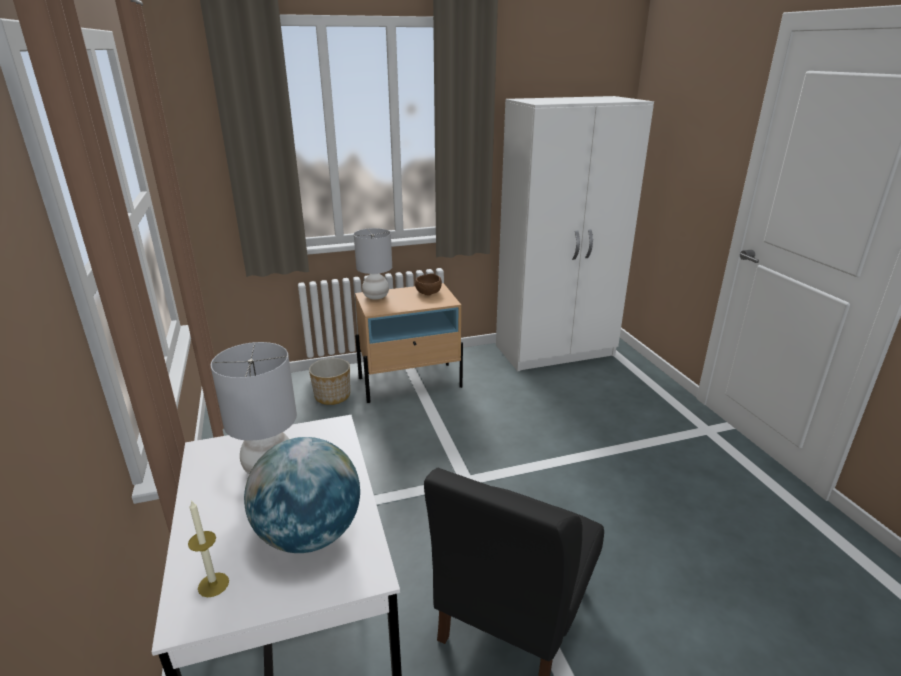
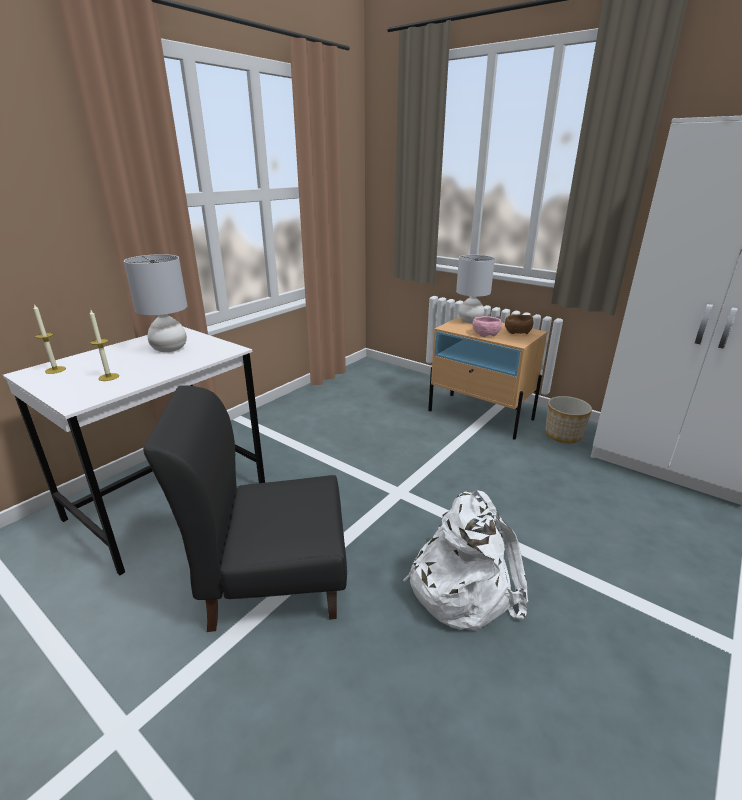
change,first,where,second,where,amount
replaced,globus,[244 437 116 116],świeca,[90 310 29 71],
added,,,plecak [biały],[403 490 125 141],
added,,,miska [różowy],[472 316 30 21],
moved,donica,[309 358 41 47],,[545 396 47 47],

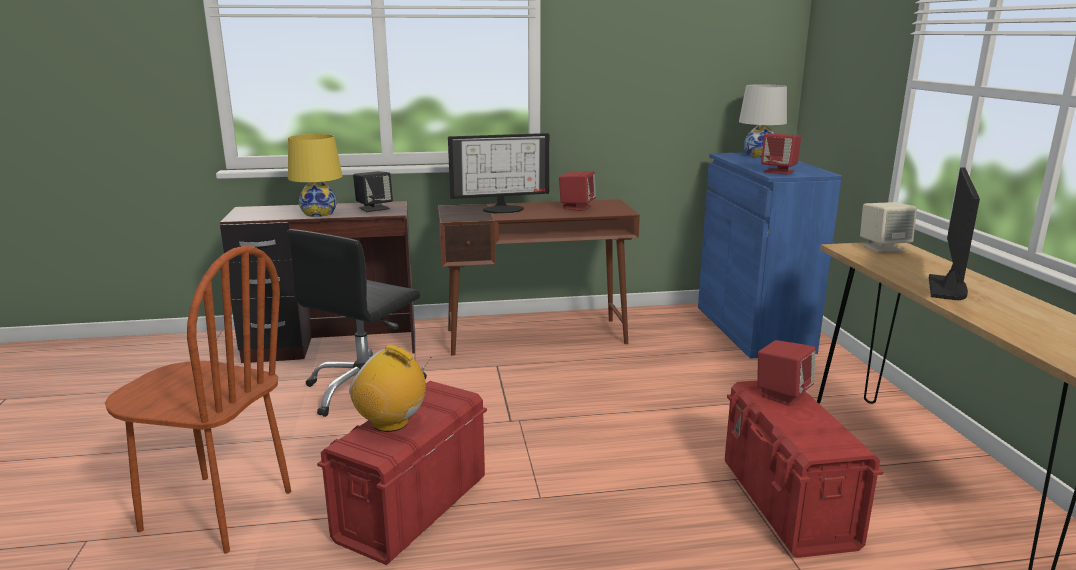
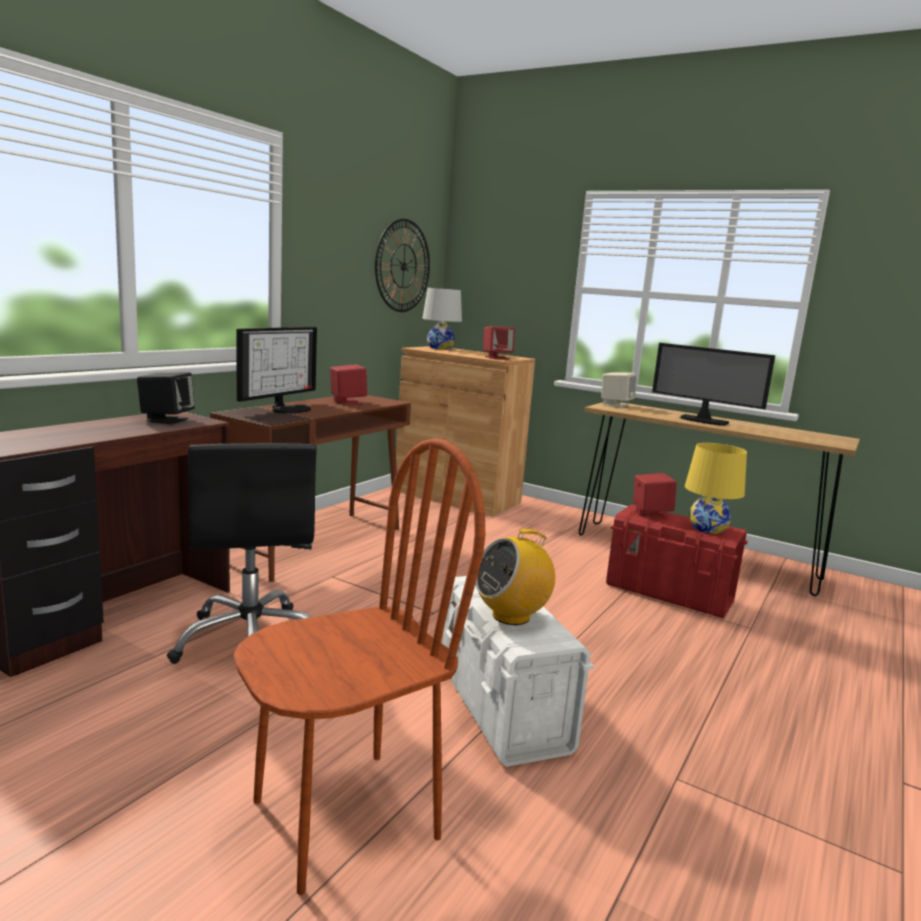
change,first,where,second,where,amount
added,,,zegar ścienny,[375 219 55 93],
recoloured,szafka [niebieski],[698 152 144 207],szafka [brązowy],[396 346 139 170],
recoloured,pojemnik do przechowywania [czerwony],[317 381 170 184],pojemnik do przechowywania [biały],[443 576 151 191],
turned,monitor,[929 167 51 133],,[652 343 123 83],150 degrees clockwise
moved,lampa stołowa [żółty],[288 134 54 83],,[685 443 62 91],

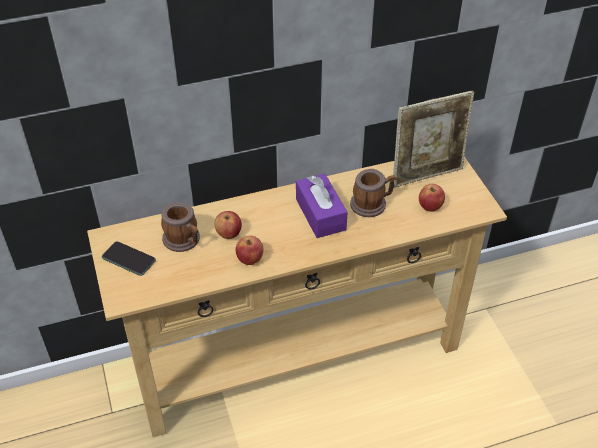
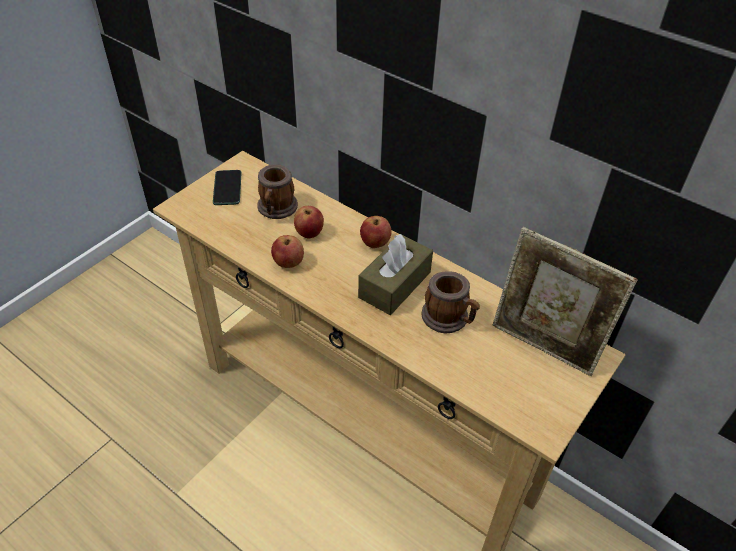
change,first,where,second,where,amount
recoloured,pudełko chusteczek [fioletowy],[296 173 52 65],pudełko chusteczek [brązowy],[358 234 75 81],
moved,jabłko,[419 184 26 28],,[360 216 32 32],

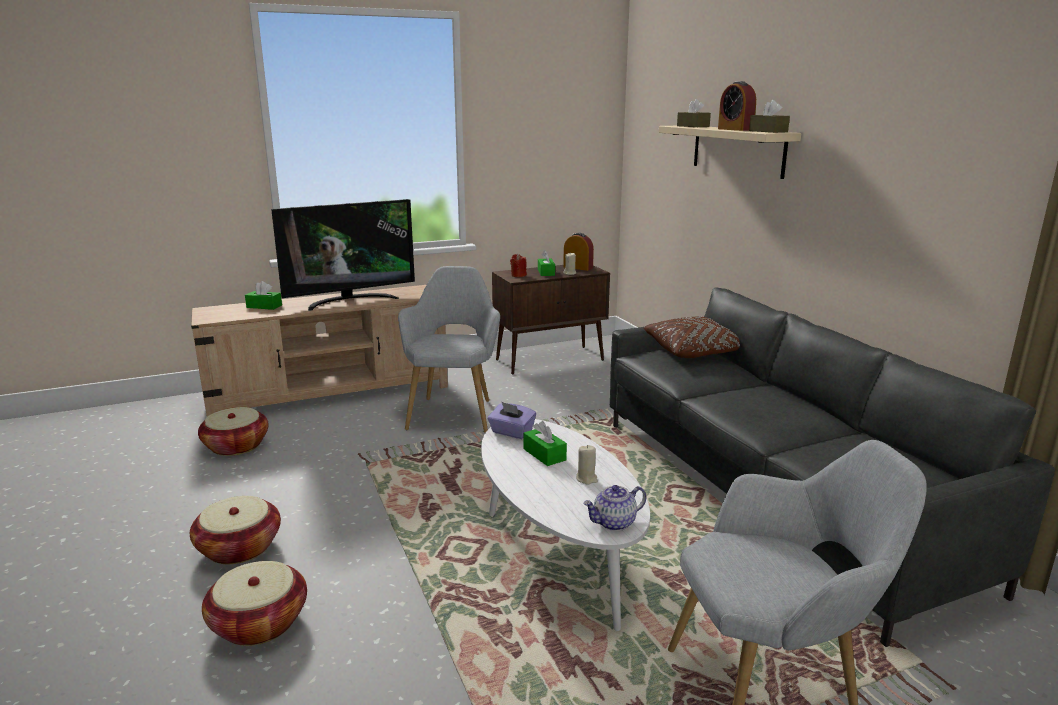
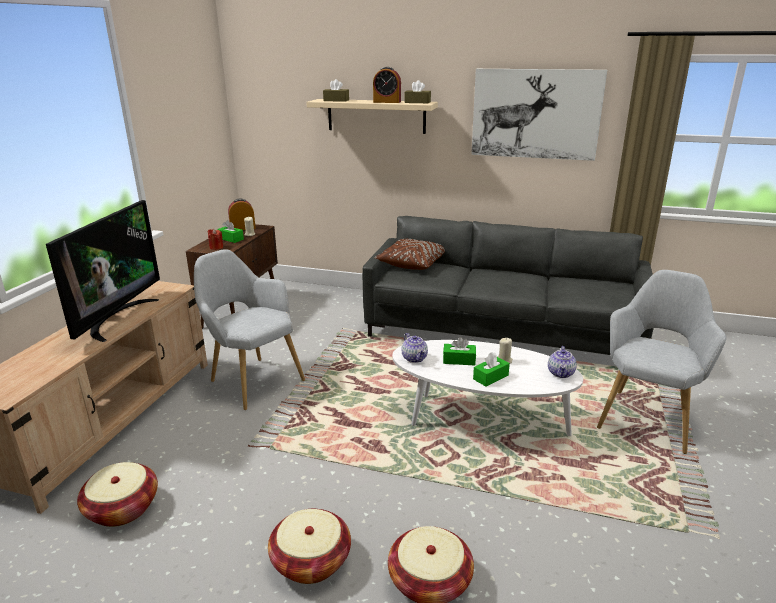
change,first,where,second,where,amount
replaced,pudełko chusteczek [fioletowy],[488 402 48 37],imbryk,[402 333 26 30],
added,,,obraz,[471 69 136 92],
moved,pudełko chusteczek [zielony],[245 281 37 29],,[473 352 37 35],

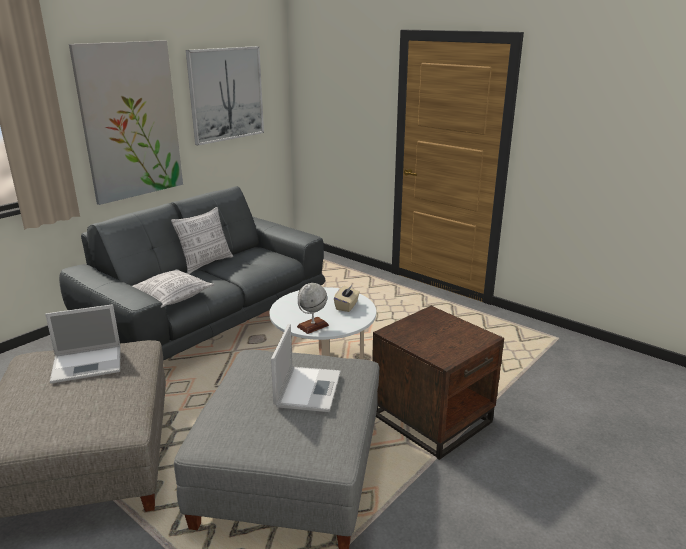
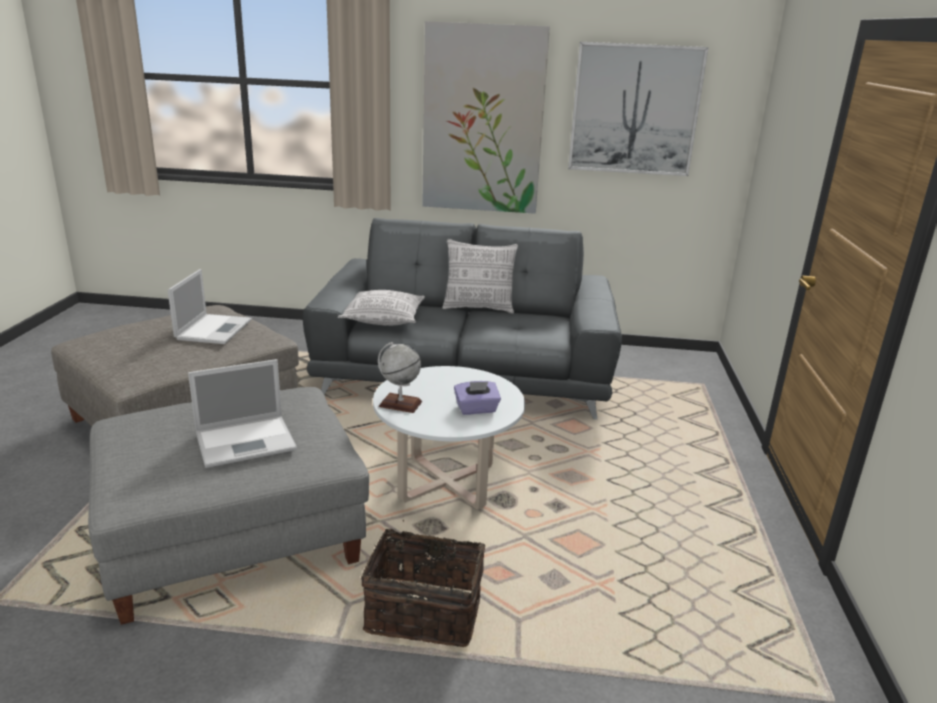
change,first,where,second,where,amount
turned,laptop,[45 304 76 80],,[168 269 84 75],120 degrees counterclockwise
replaced,stolik [brązowy],[372 306 132 154],koszyk,[361 520 124 127],
recoloured,pudełko chusteczek [beżowy],[334 284 26 28],pudełko chusteczek [fioletowy],[454 381 47 34],

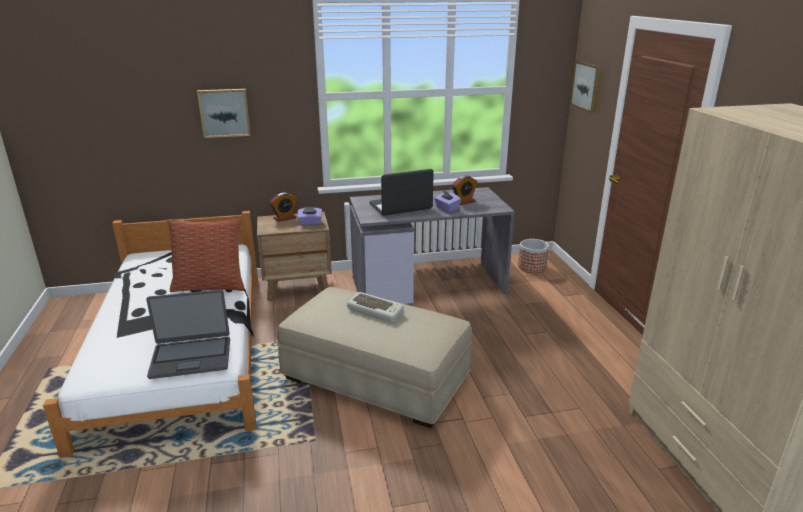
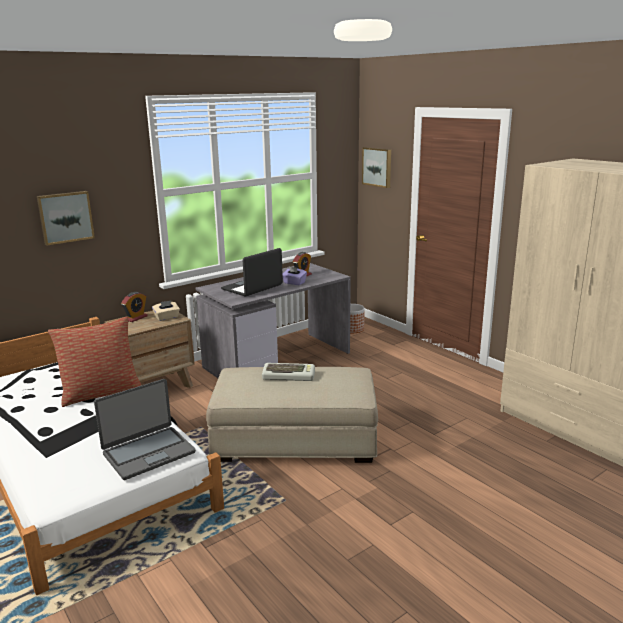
change,first,where,second,where,amount
recoloured,pudełko chusteczek [fioletowy],[298 207 24 19],pudełko chusteczek [beżowy],[152 300 28 21],

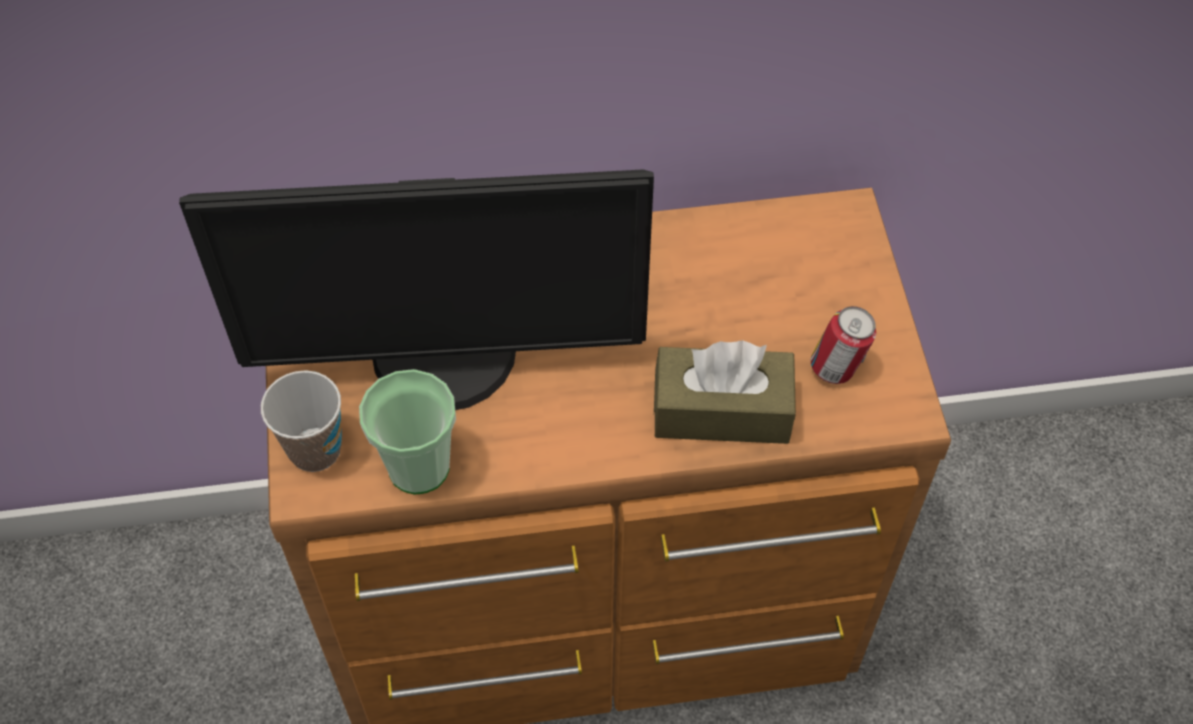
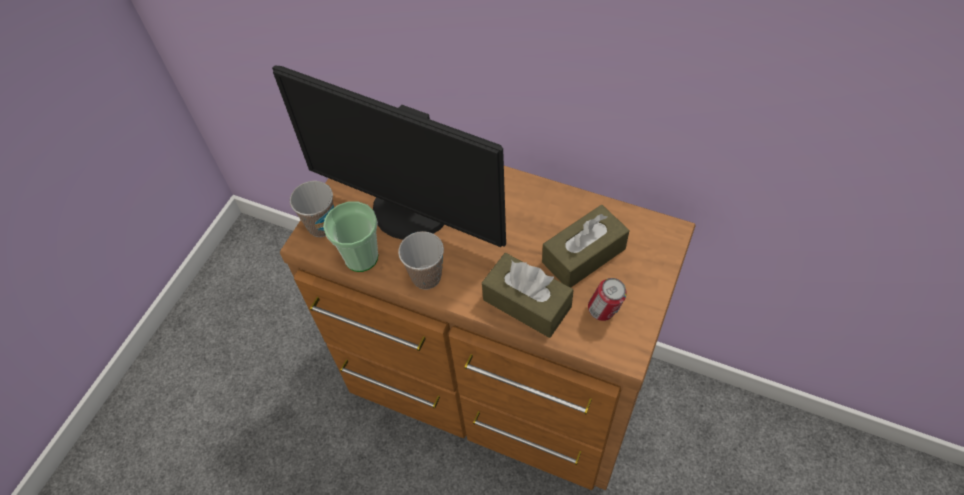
change,first,where,second,where,amount
added,,,filiżanka,[398 231 46 59],
added,,,pudełko chusteczek [brązowy],[542 205 87 83],

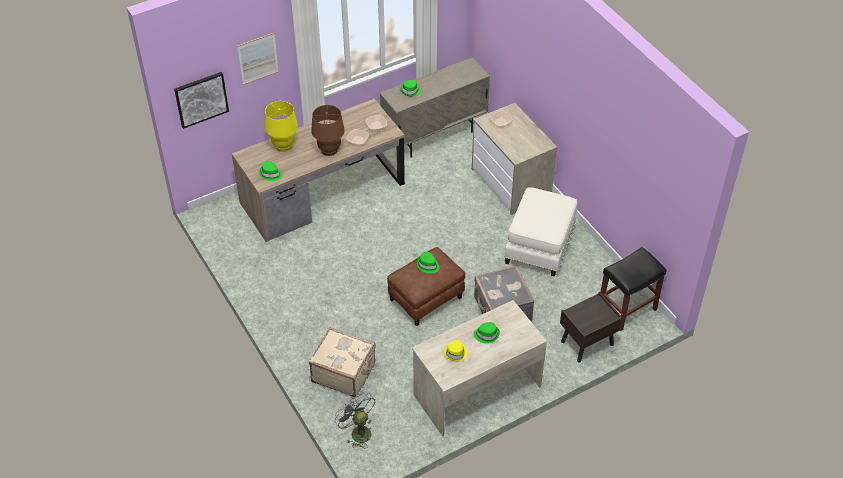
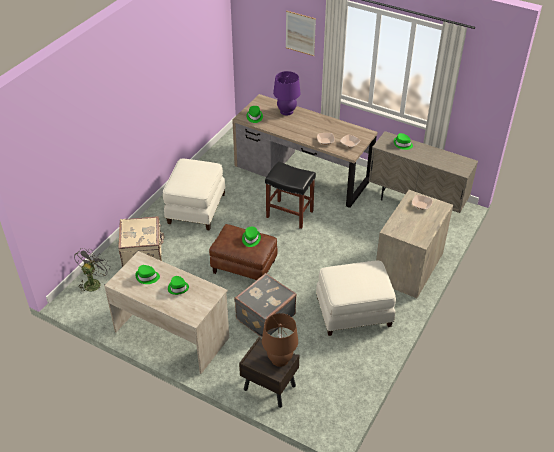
change,first,where,second,where,amount
recoloured,kapelusz [żółty],[443 340 24 21],kapelusz [zielony],[135 265 25 19],
added,,,pufa [biały],[163 159 63 71],
moved,lampa stołowa [brązowy],[311 105 34 51],,[262 313 36 54],
moved,stołek [czarny],[600 247 66 84],,[265 161 51 68],
recoloured,lampa stołowa [żółty],[265 101 33 51],lampa stołowa [fioletowy],[273 71 28 44],
removed,obraz,[174 72 55 57],,,

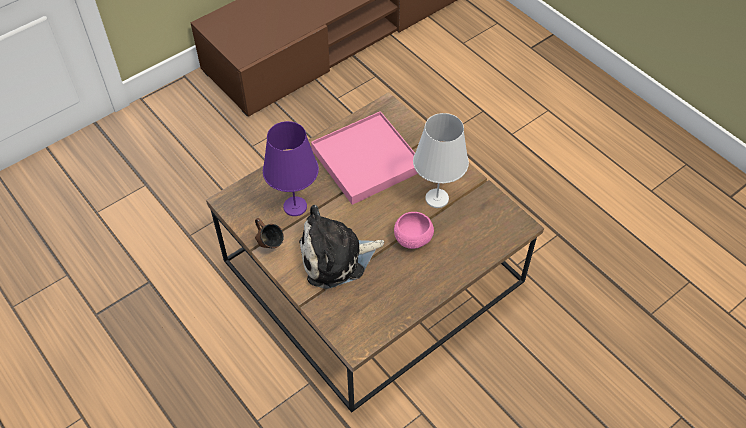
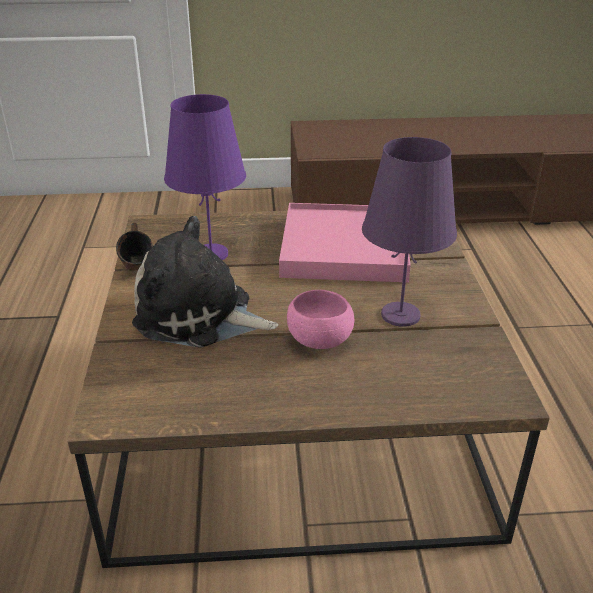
change,first,where,second,where,amount
recoloured,lampa stołowa [biały],[413 113 56 95],lampa stołowa [fioletowy],[362 137 95 190],

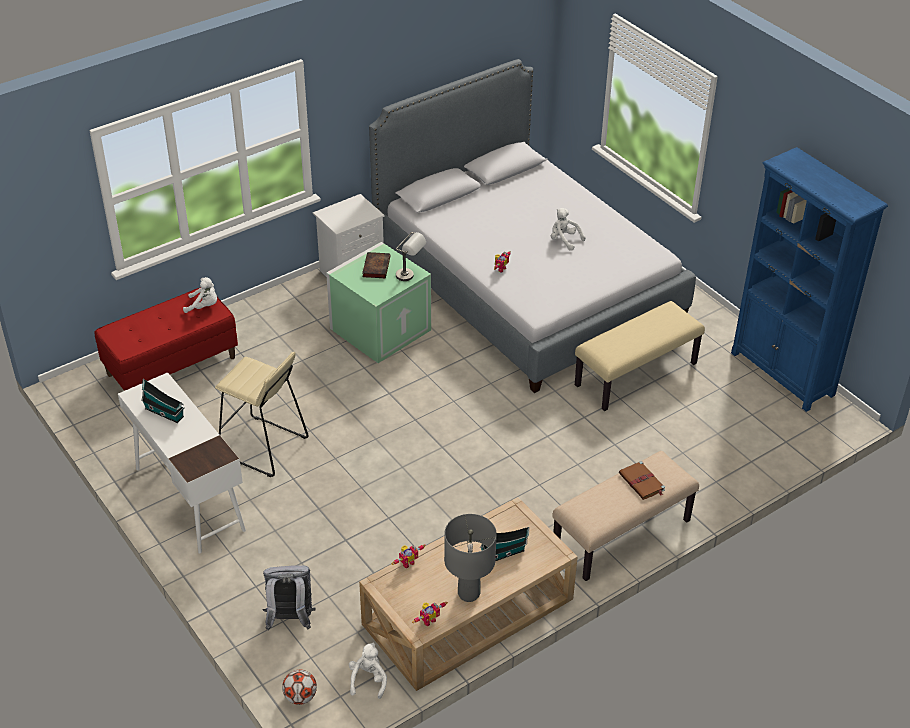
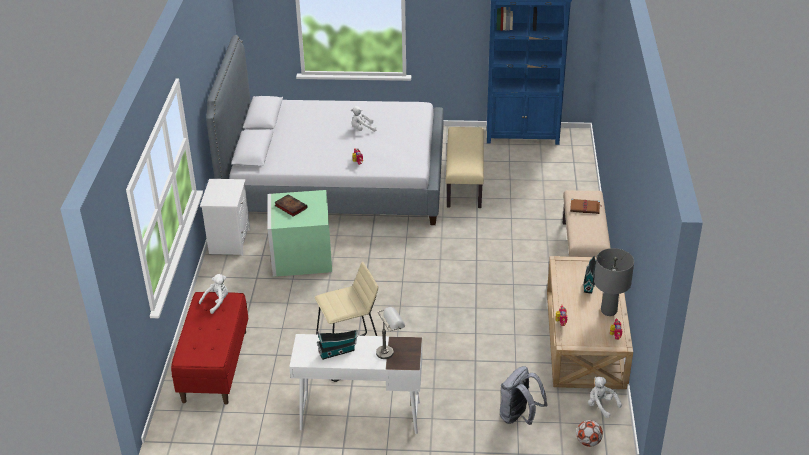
change,first,where,second,where,amount
moved,lampa stołowa [szary],[396 232 30 49],,[376 307 29 52],

